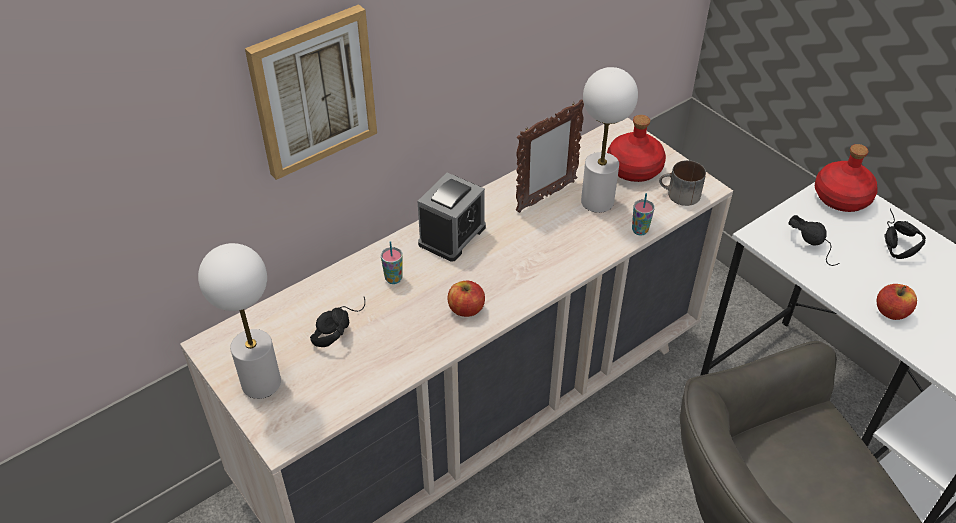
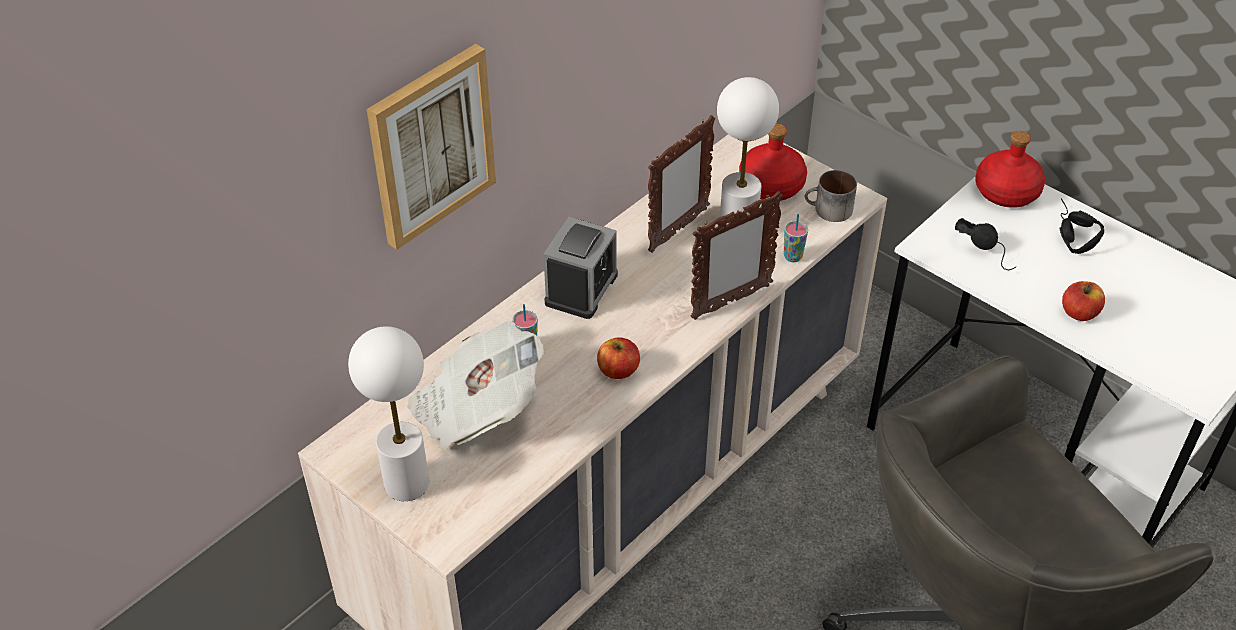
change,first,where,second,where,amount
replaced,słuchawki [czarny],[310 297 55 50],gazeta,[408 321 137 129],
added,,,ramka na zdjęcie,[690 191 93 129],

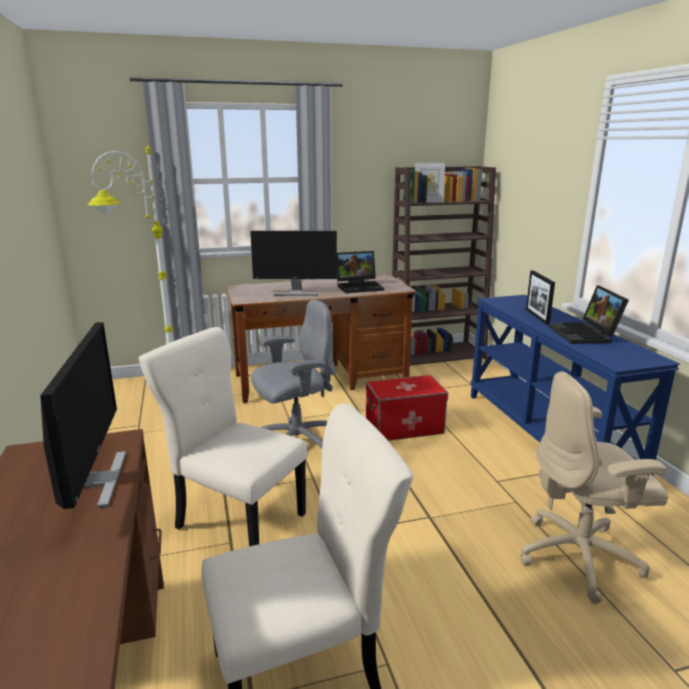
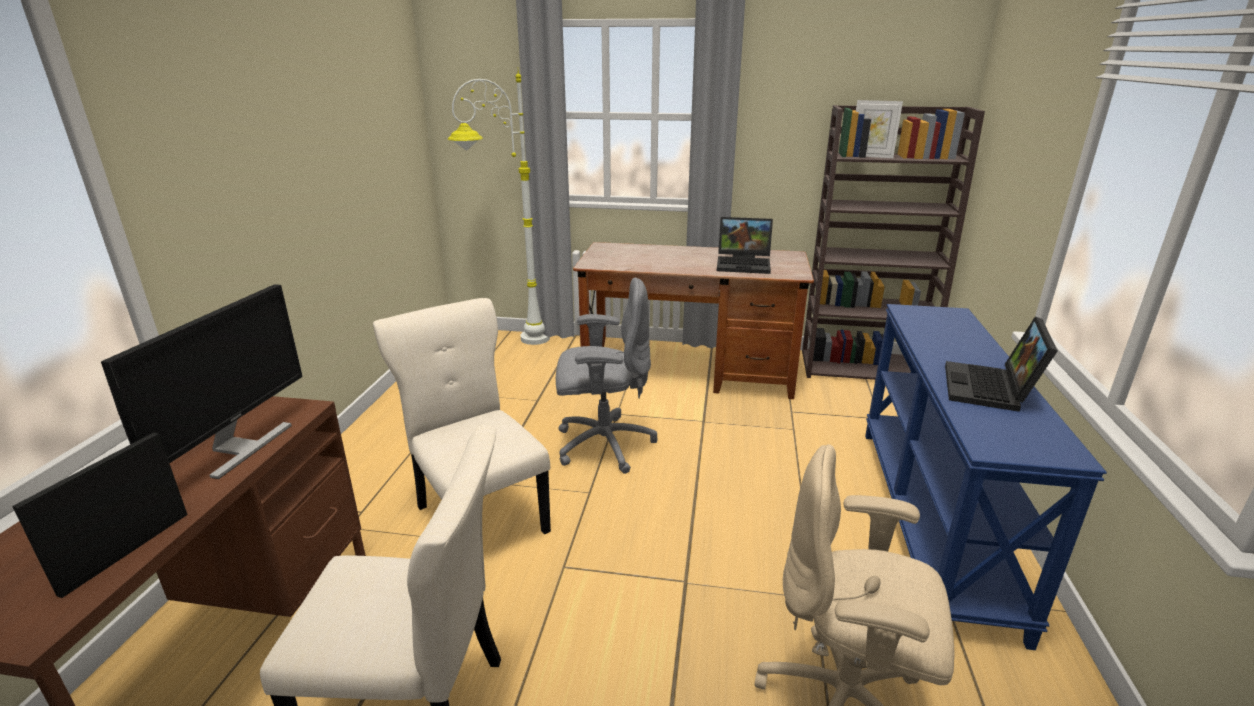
change,first,where,second,where,amount
moved,ramka na zdjęcie,[526 270 29 55],,[12 432 176 166],
removed,monitor,[250 231 87 64],,,
removed,pojemnik do przechowywania,[366 375 82 66],,,

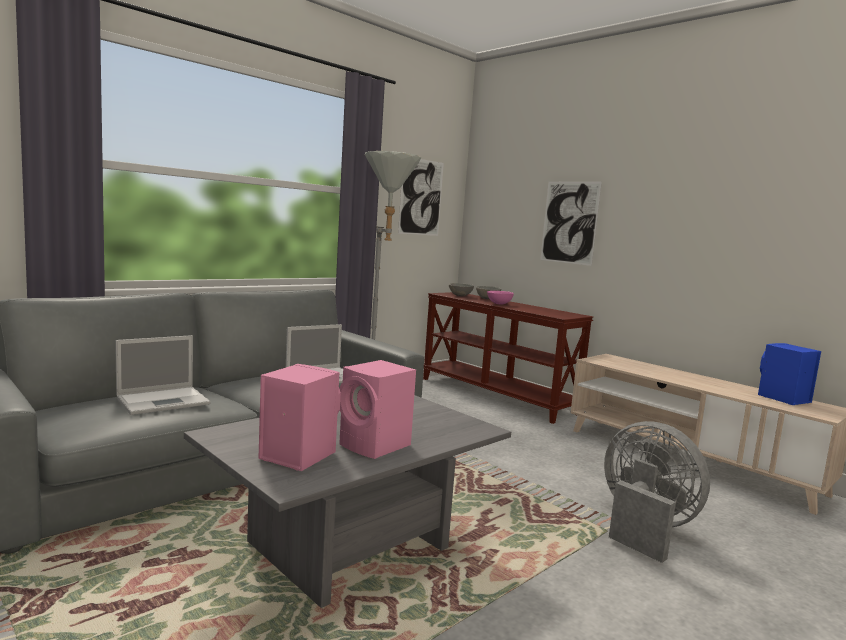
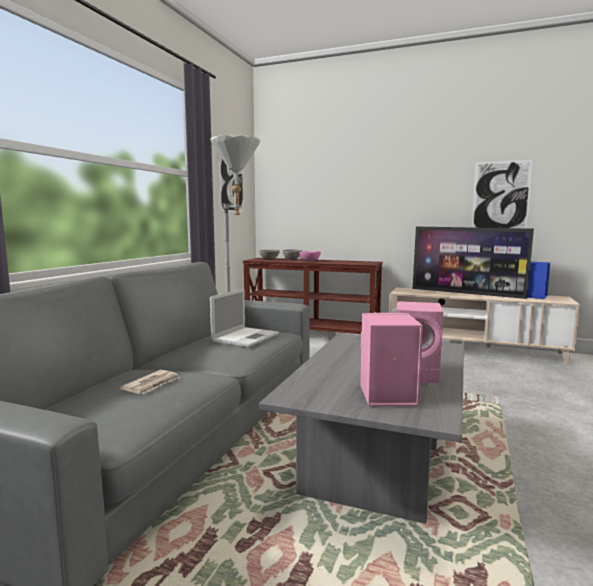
change,first,where,second,where,amount
replaced,laptop,[115 335 95 80],gazeta,[120 370 60 24],
added,,,telewizor,[413 227 121 72],
moved,obraz,[540 182 62 84],,[472 160 60 68],
removed,wentylator [szary],[604 421 106 142],,,

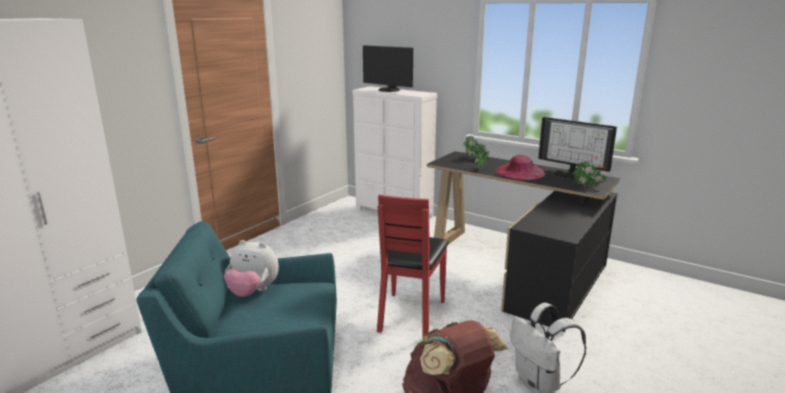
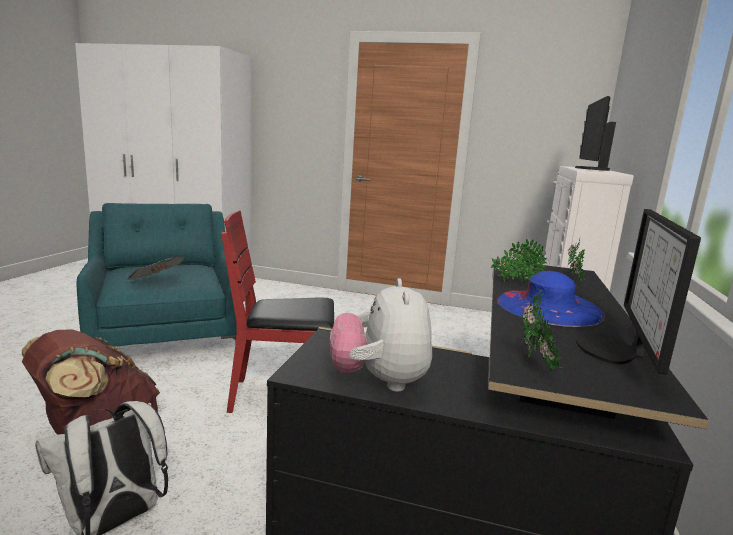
change,first,where,second,where,amount
added,,,gazeta,[126 256 59 24],
moved,pluszak,[224 240 55 57],,[330 278 102 114],
recoloured,kapelusz [różowy],[496 155 49 25],kapelusz [niebieski],[497 271 108 56],

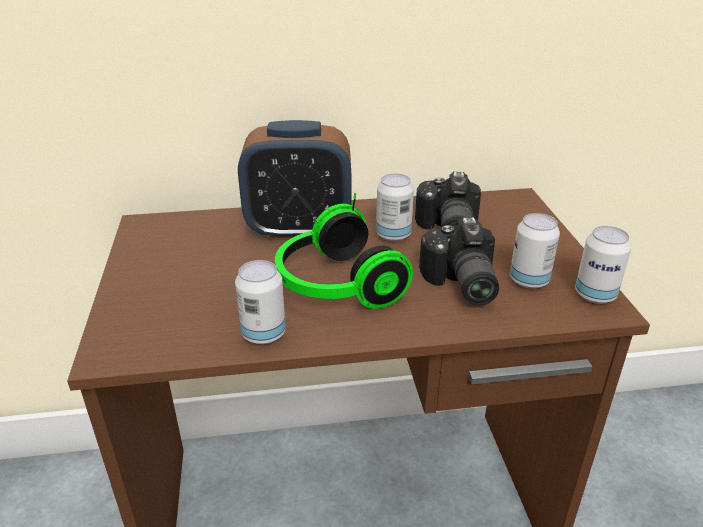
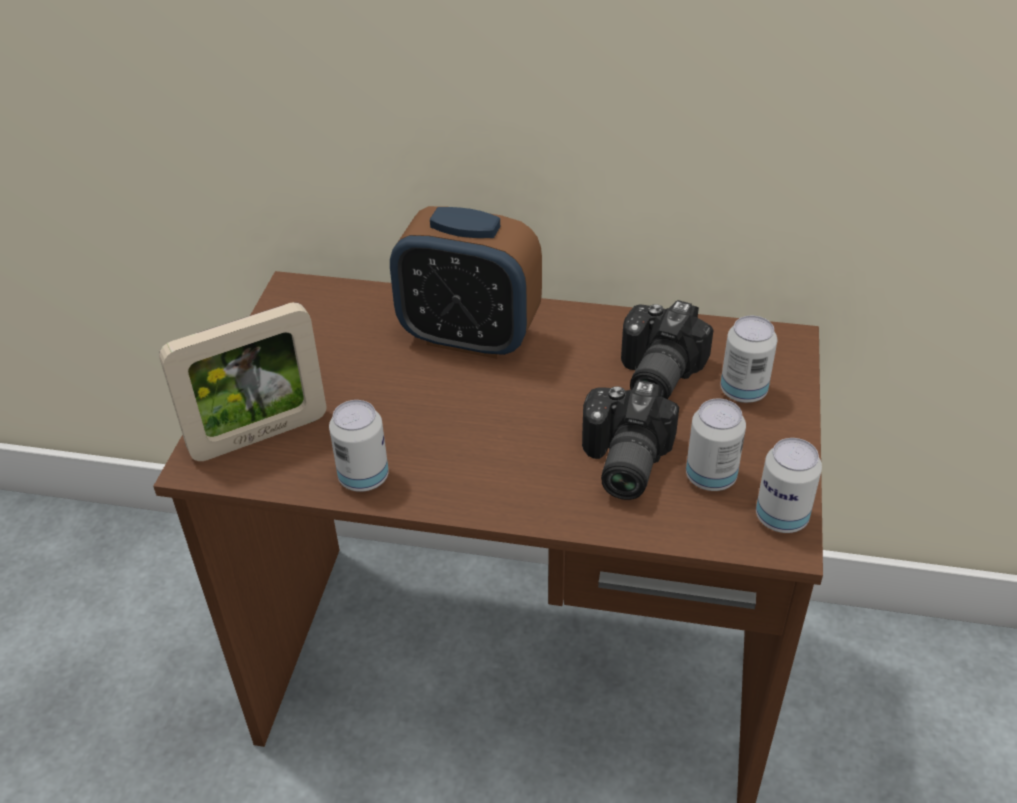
change,first,where,second,where,amount
added,,,ramka na zdjęcie,[159 302 167 159],
moved,puszka,[376 173 38 69],,[720 316 57 87],
removed,słuchawki,[275 193 138 116],,,

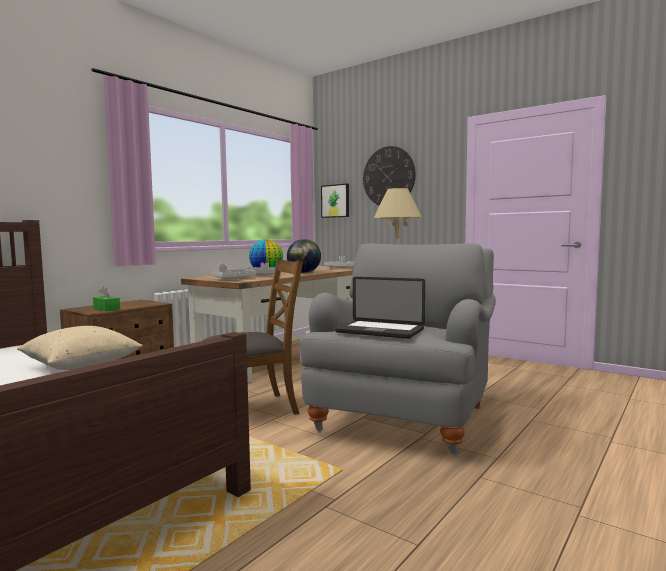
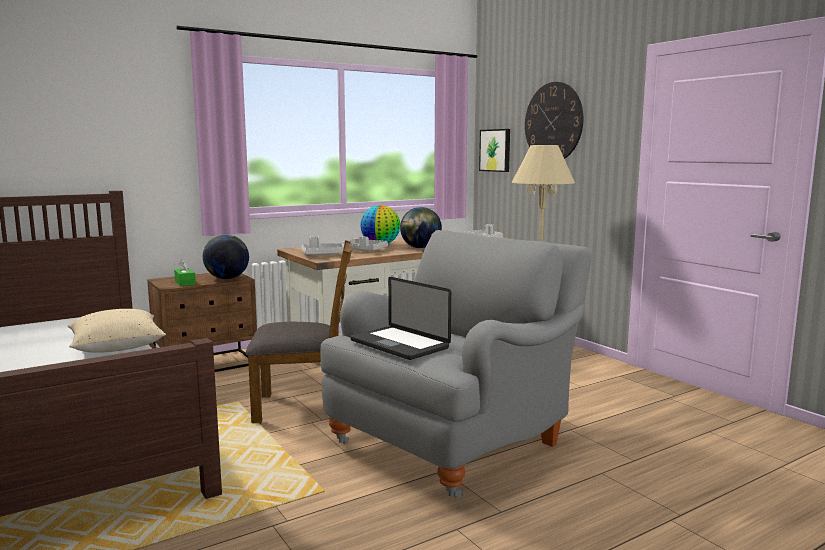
change,first,where,second,where,amount
added,,,globus,[203 235 46 44],

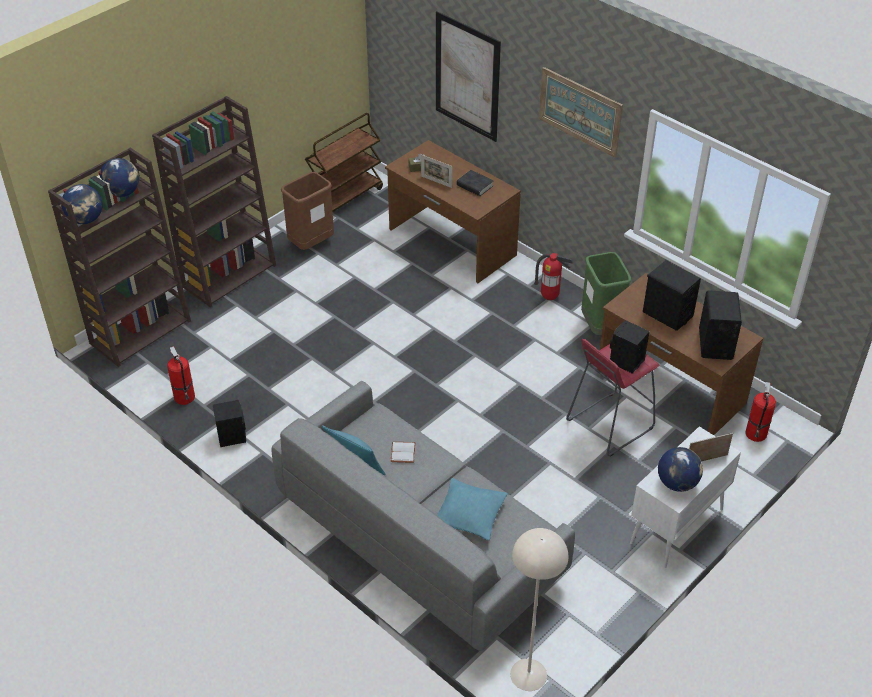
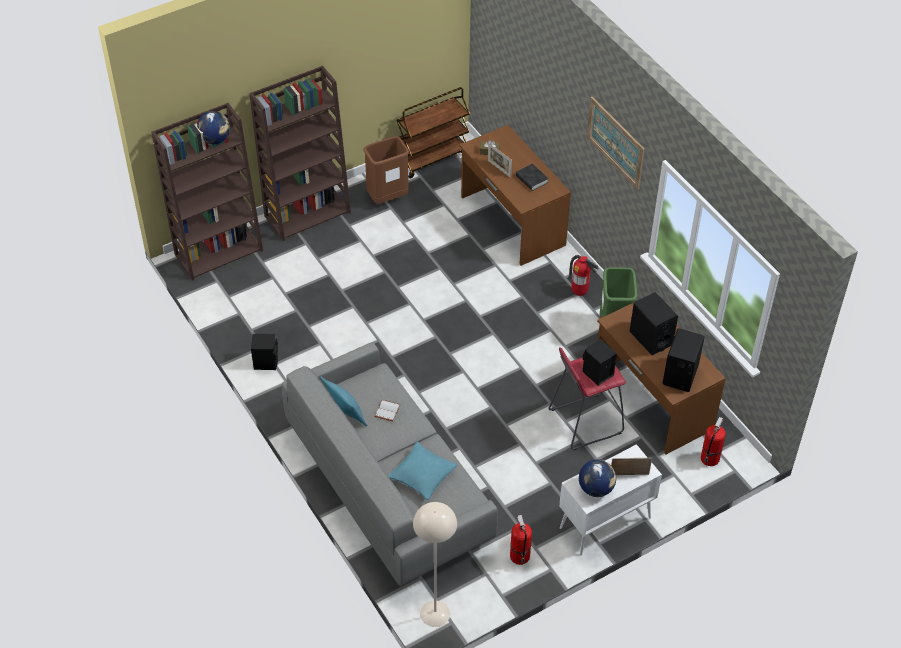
change,first,where,second,where,amount
moved,gaśnica,[167 346 28 59],,[510 515 22 50],
removed,globus,[61 184 42 40],,,
removed,obraz,[436 11 65 131],,,

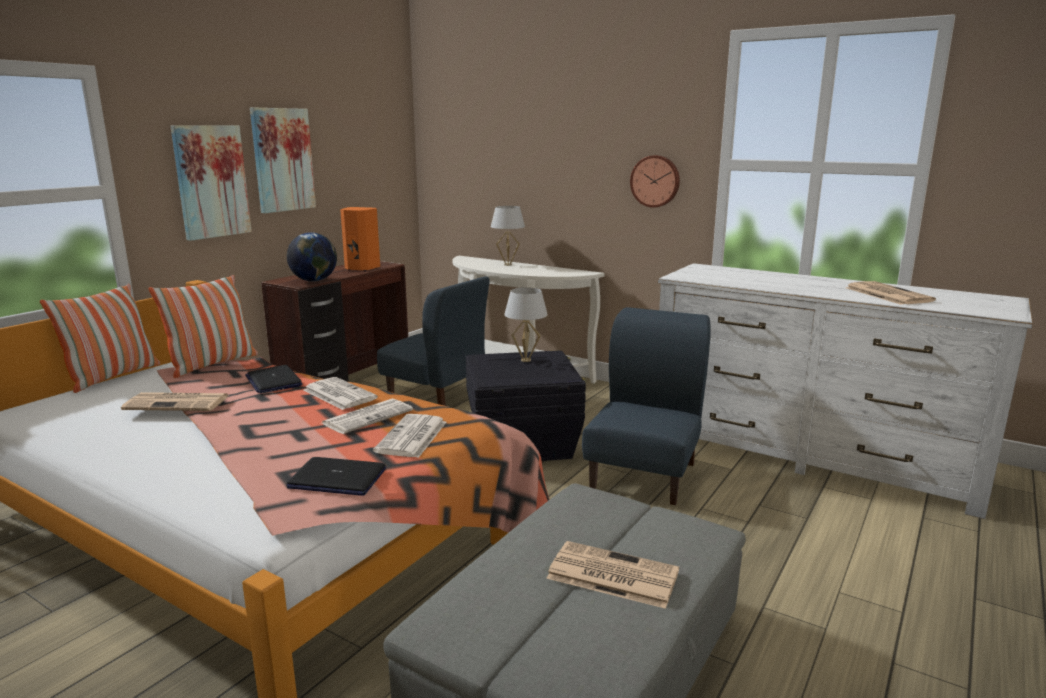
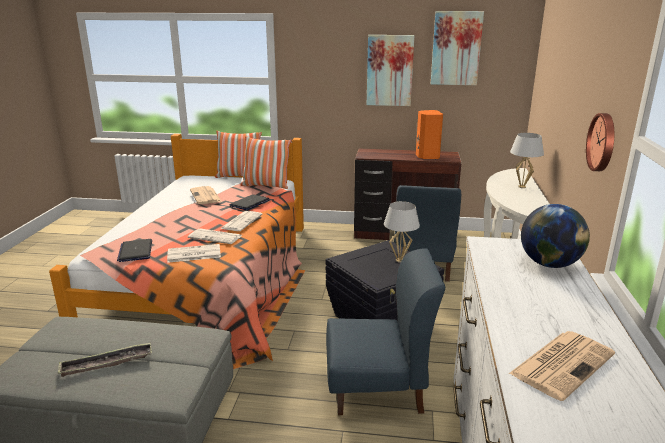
change,first,where,second,where,amount
replaced,gazeta,[546 541 133 68],taca,[58 342 94 35],
moved,obraz,[170 125 82 116],,[431 11 53 74],
moved,globus,[287 232 50 50],,[521 204 69 64],

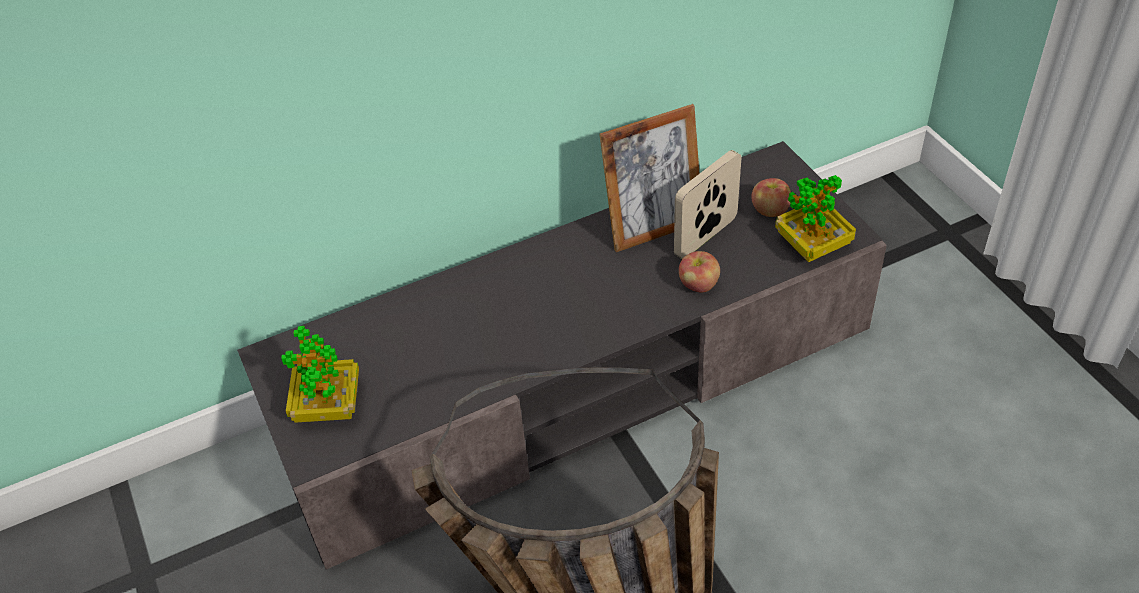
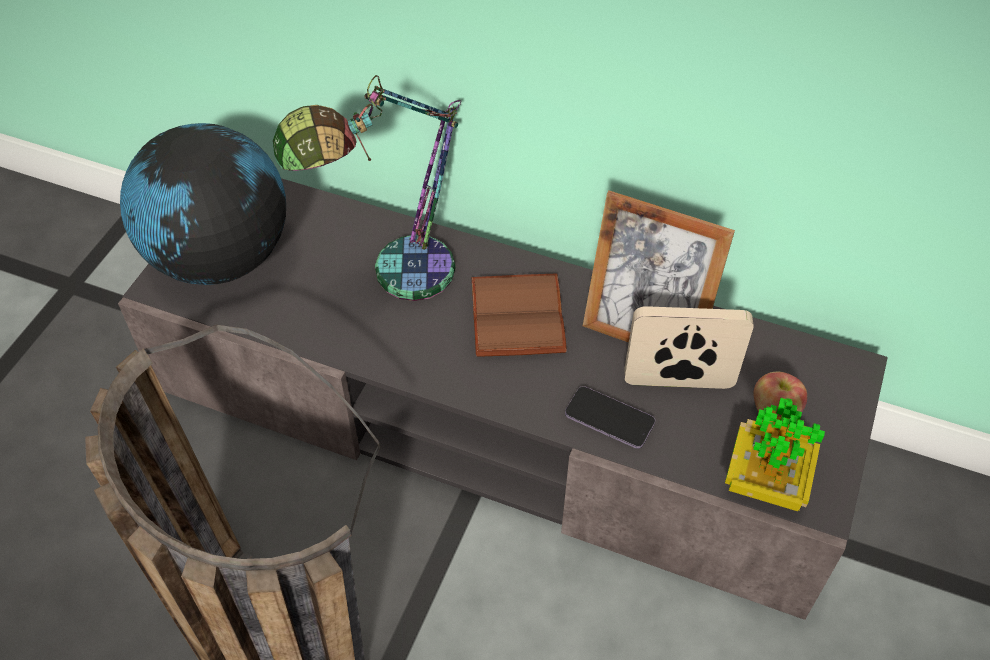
change,first,where,second,where,amount
replaced,roślina doniczkowa,[281 326 78 97],globus,[120 123 166 162],
added,,,lampa stołowa,[273 75 188 226],
added,,,książka [brązowy],[472 273 95 84],
replaced,jabłko,[679 251 41 42],telefon,[565 386 90 63],

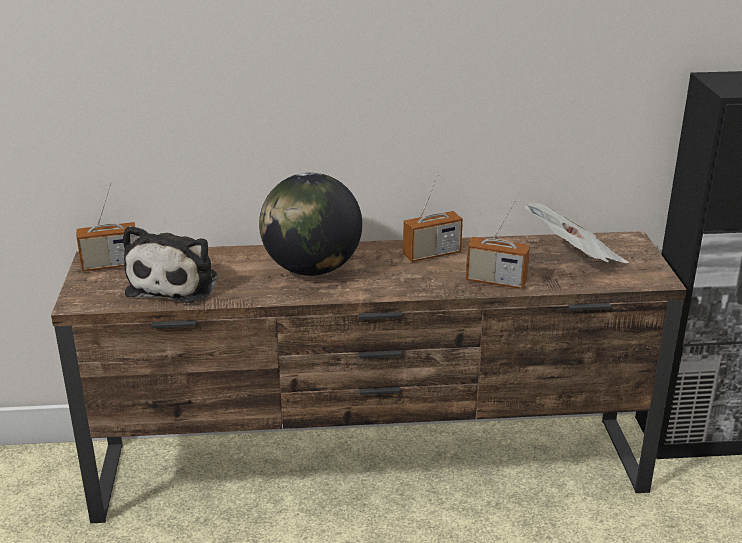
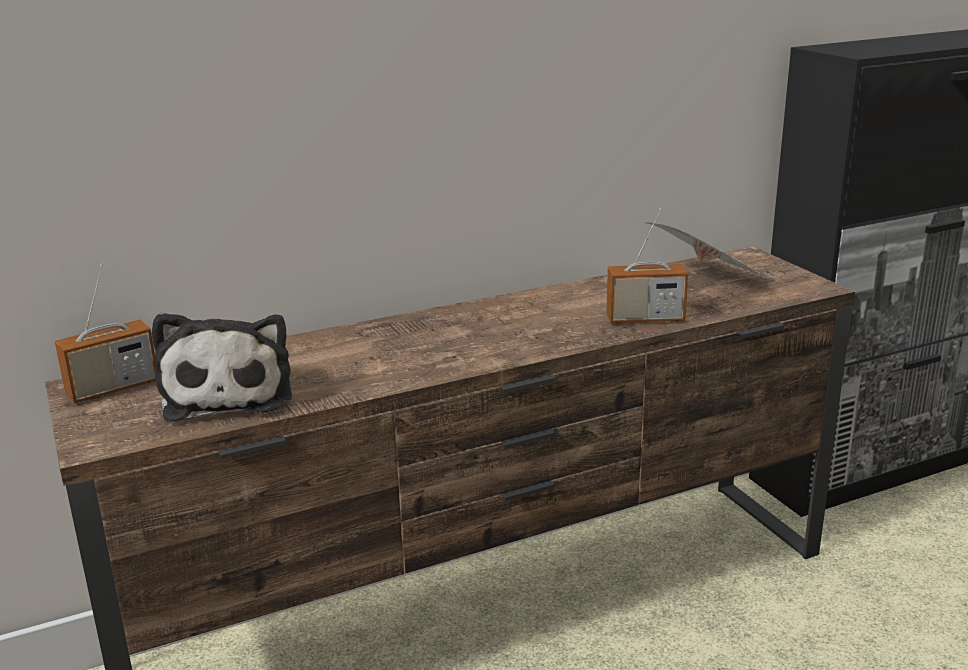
change,first,where,second,where,amount
removed,globus,[259 173 103 103],,,
removed,radio,[403 173 60 89],,,

